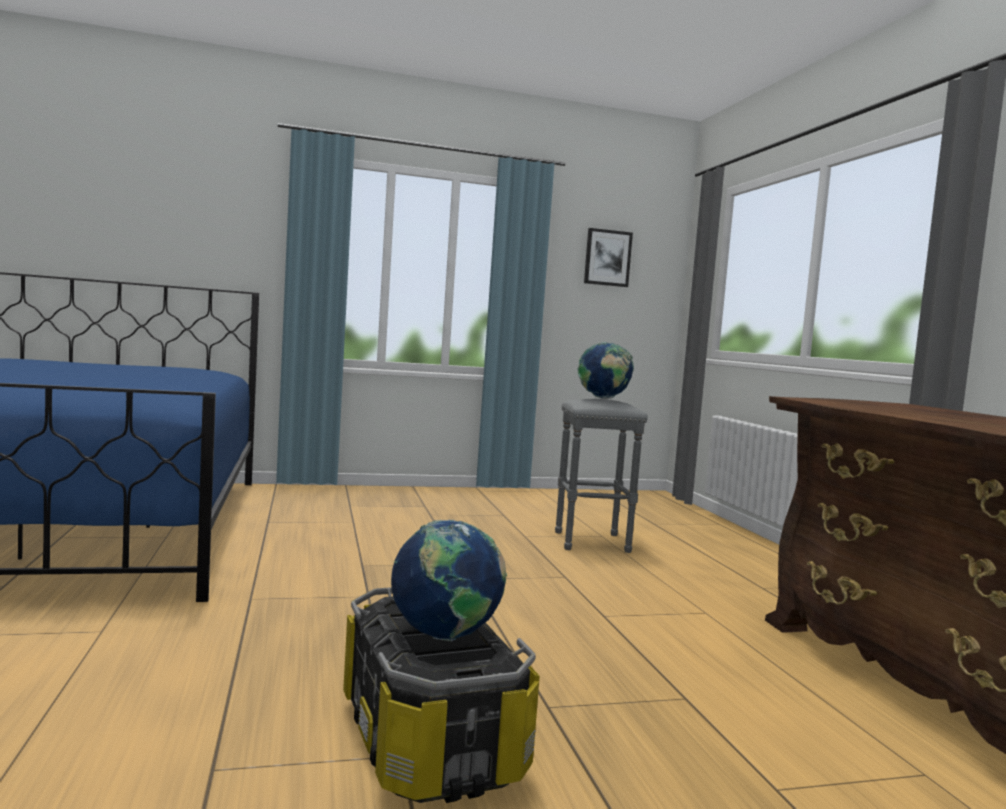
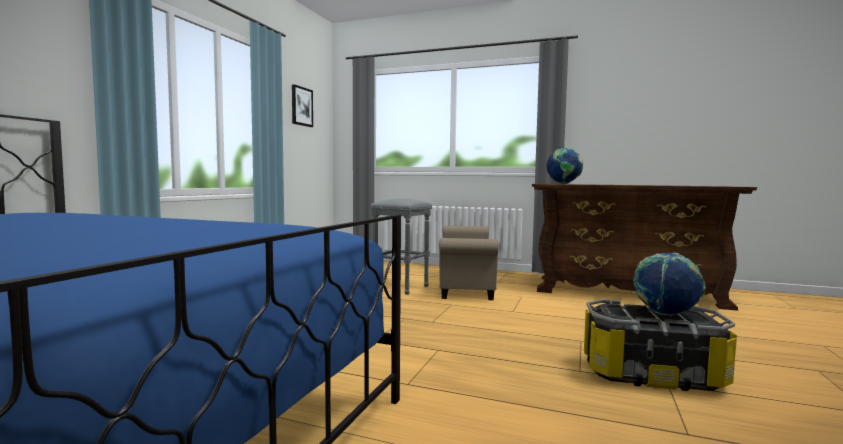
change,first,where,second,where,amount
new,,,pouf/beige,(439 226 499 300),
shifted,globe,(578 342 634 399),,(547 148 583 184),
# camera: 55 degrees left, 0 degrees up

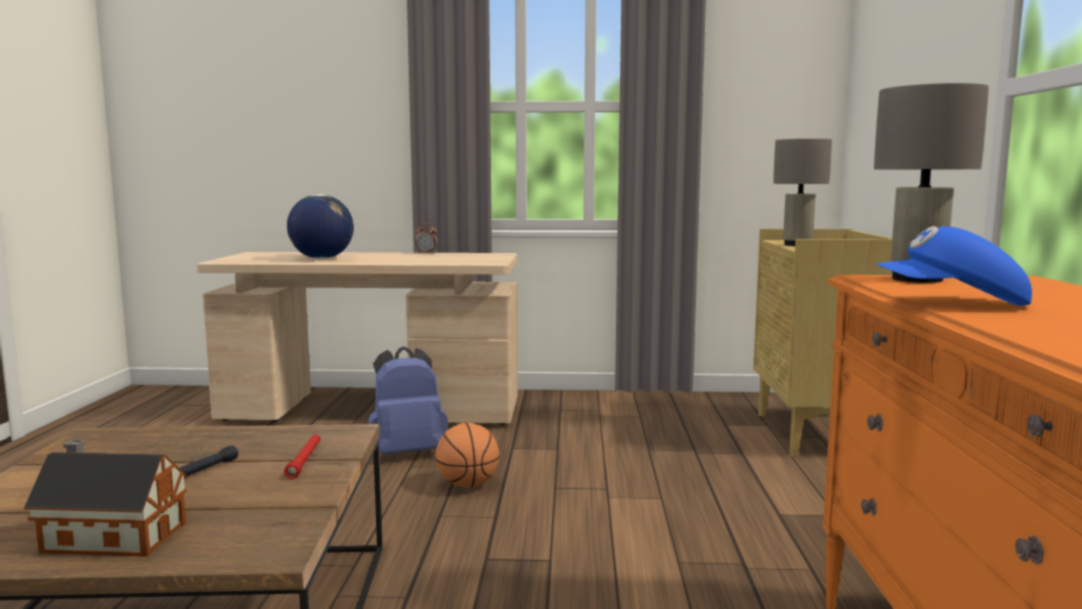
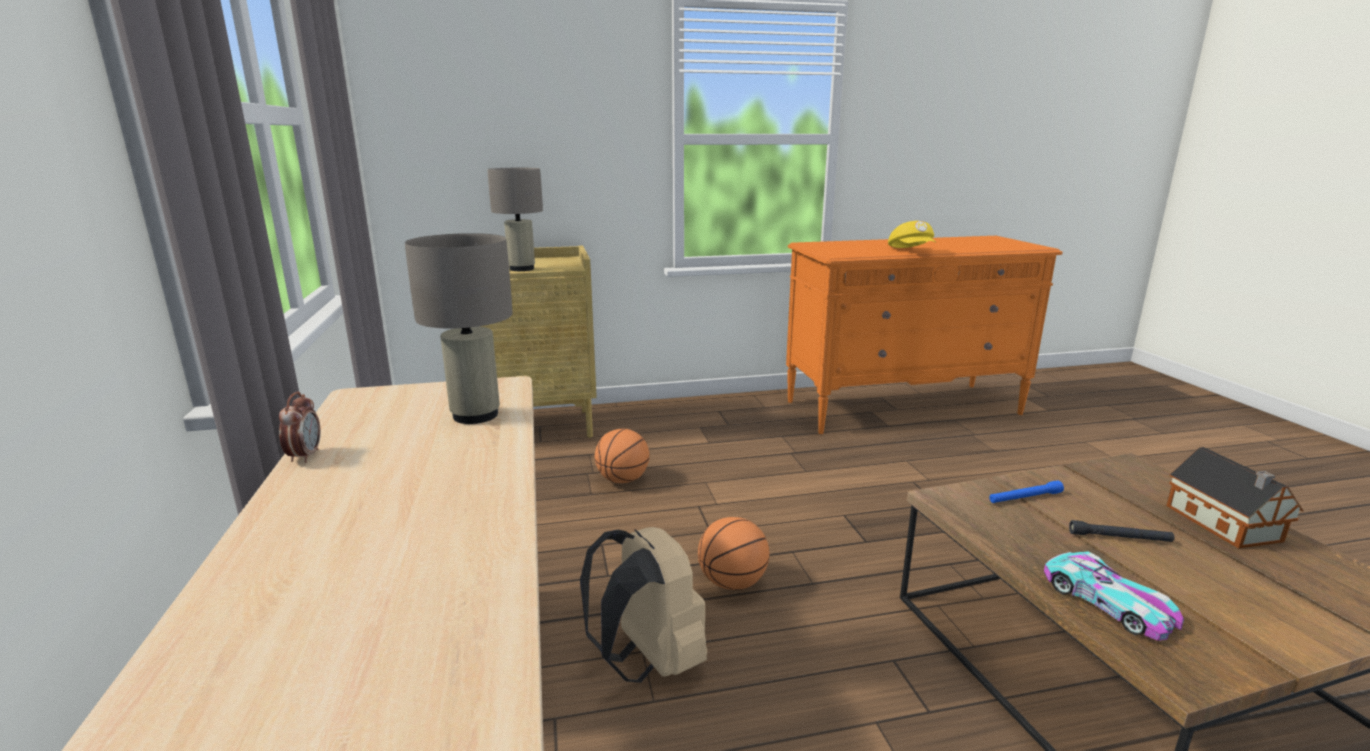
change,first,where,second,where,amount
gone,globe,(287 194 354 259),,,
new,,,ballon de basket,(595 429 650 483),
new,,,petite voiture,(1044 551 1184 641),
shifted,lampe de table/gris,(874 83 989 283),,(405 233 513 424),
repainted,lampe de poche/rouge,(284 434 320 479),lampe de poche/bleu,(989 480 1064 503),
repainted,sac à dos/bleu,(368 346 448 454),sac à dos/beige,(580 527 707 683),
repainted,casquette/bleu,(876 226 1032 306),casquette/jaune,(888 221 936 248),
# camera: 105 degrees left, 10 degrees up

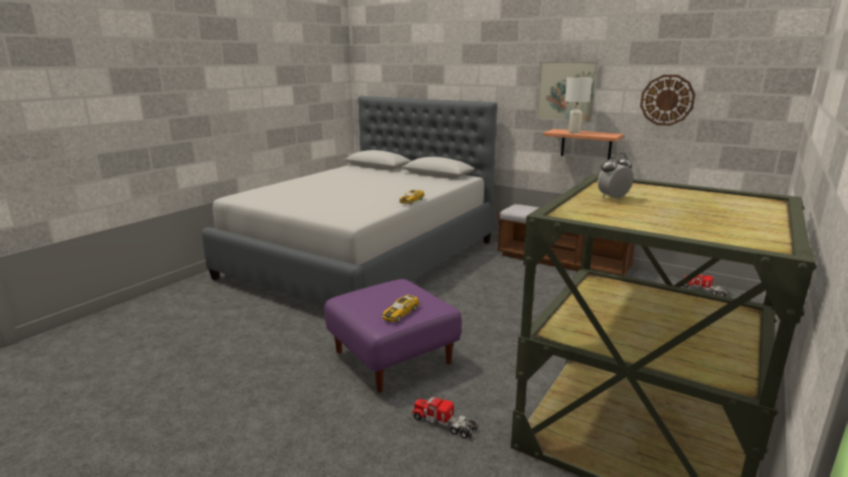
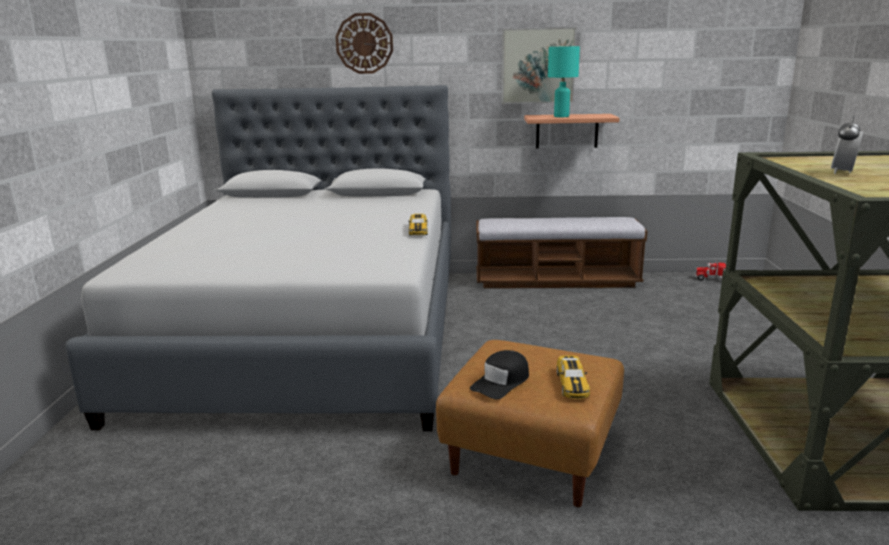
change,first,where,second,where,amount
gone,camion jouet,(411 394 478 440),,,
new,,,casquette/noir,(470 350 529 399),
shifted,horloge murale,(640 75 695 126),,(335 13 393 74),
repainted,pouf/violet,(324 279 462 393),pouf/marron,(436 340 624 507),
repainted,lampe de table/blanc,(565 77 592 133),lampe de table/turquoise,(548 46 580 117),
# camera: 30 degrees left, 0 degrees up

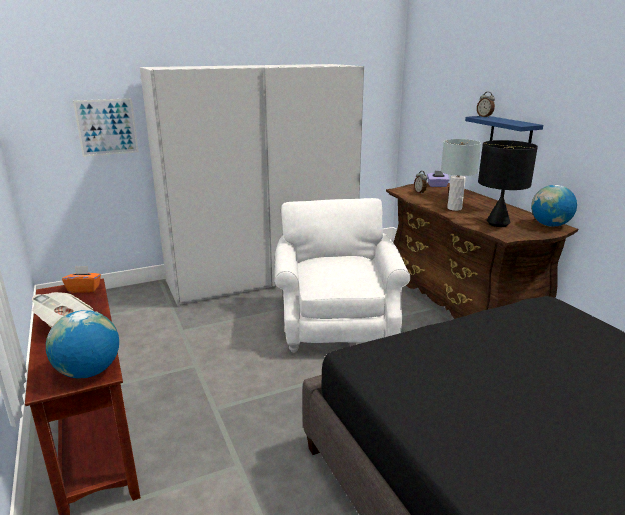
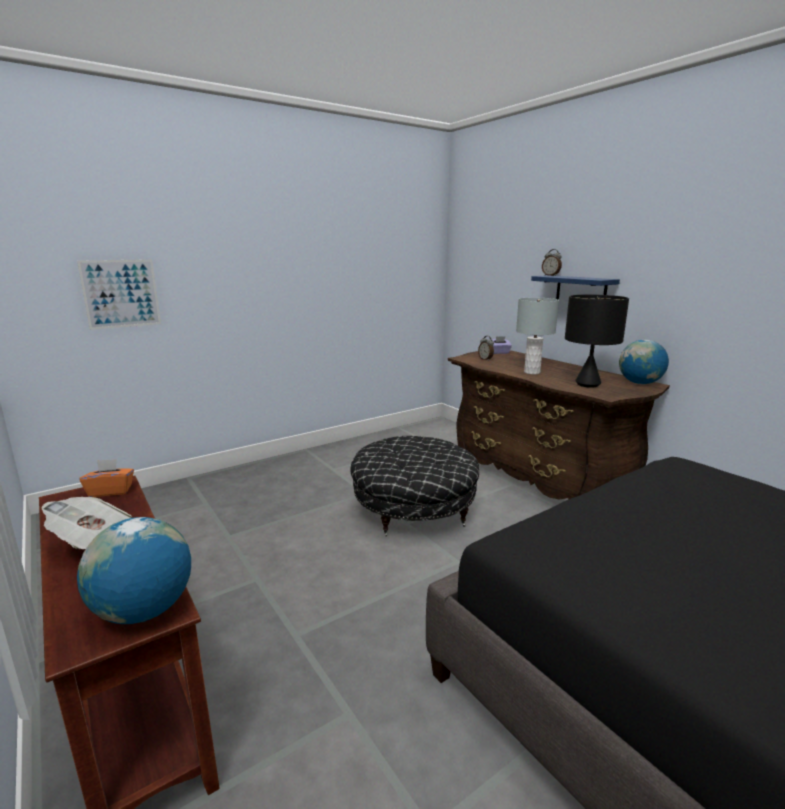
change,first,where,second,where,amount
gone,armoire/blanc,(140 64 364 306),,,
swapped,fauteuil/blanc,(275 198 410 353),pouf/noir,(350 436 479 536),
# camera: 10 degrees left, 5 degrees down

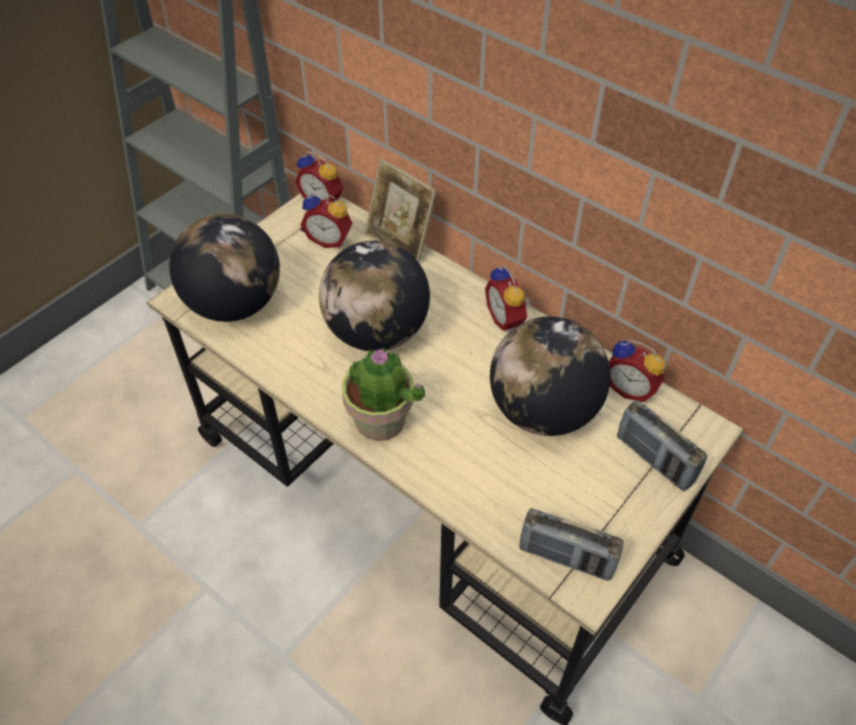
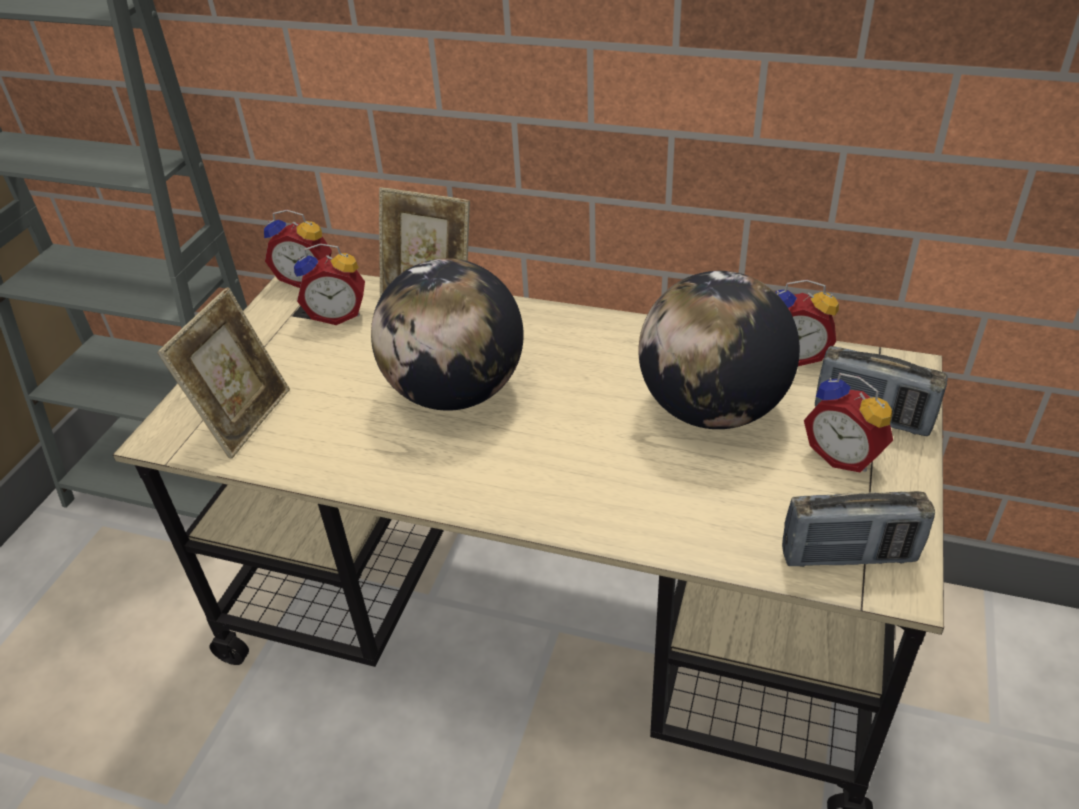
change,first,where,second,where,amount
gone,plante en pot,(342 347 425 441),,,
shifted,réveil,(485 265 531 331),,(804 373 893 472),
swapped,globe,(169 213 280 322),cadre photo,(157 287 290 458),
# camera: 20 degrees left, 10 degrees down

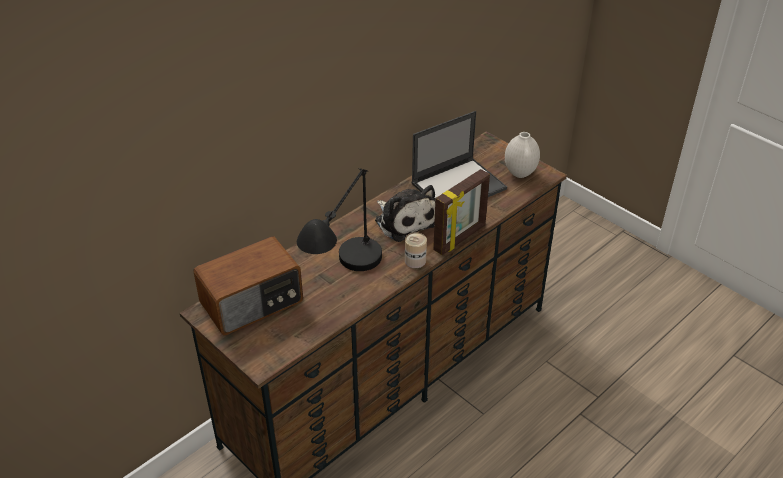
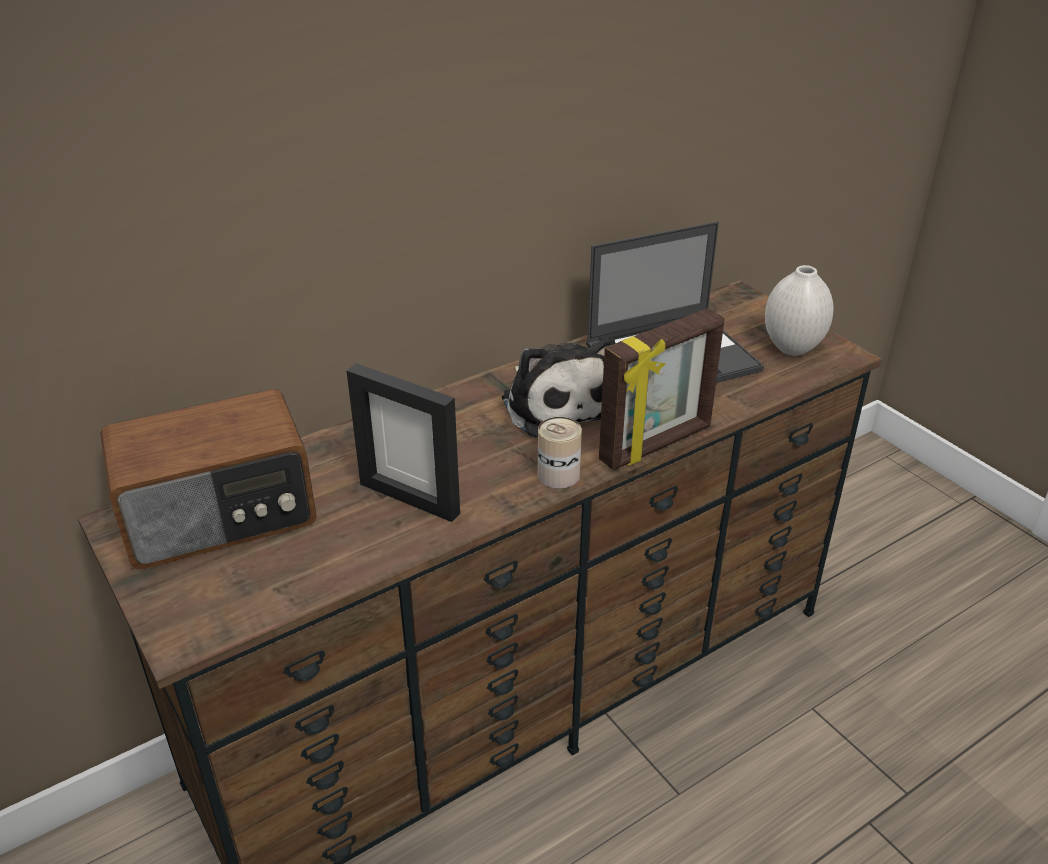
change,first,where,second,where,amount
swapped,lampe de table/noir,(297 168 382 271),cadre photo,(347 363 460 522),
# camera: 10 degrees right, 5 degrees down

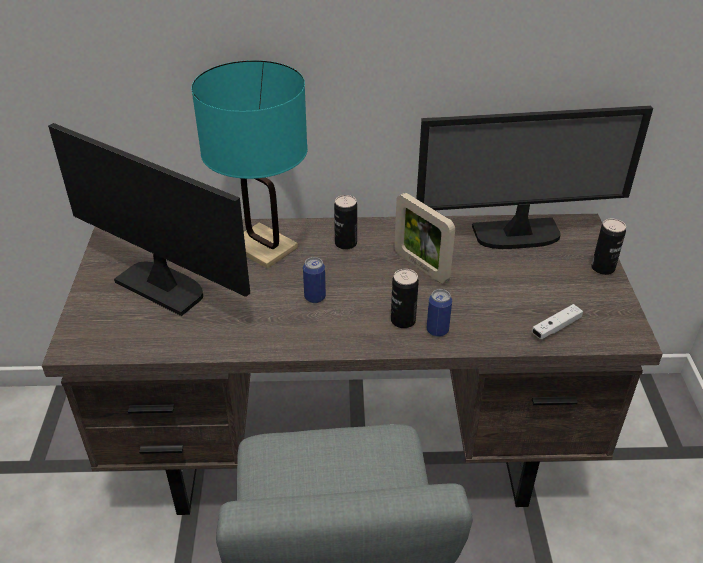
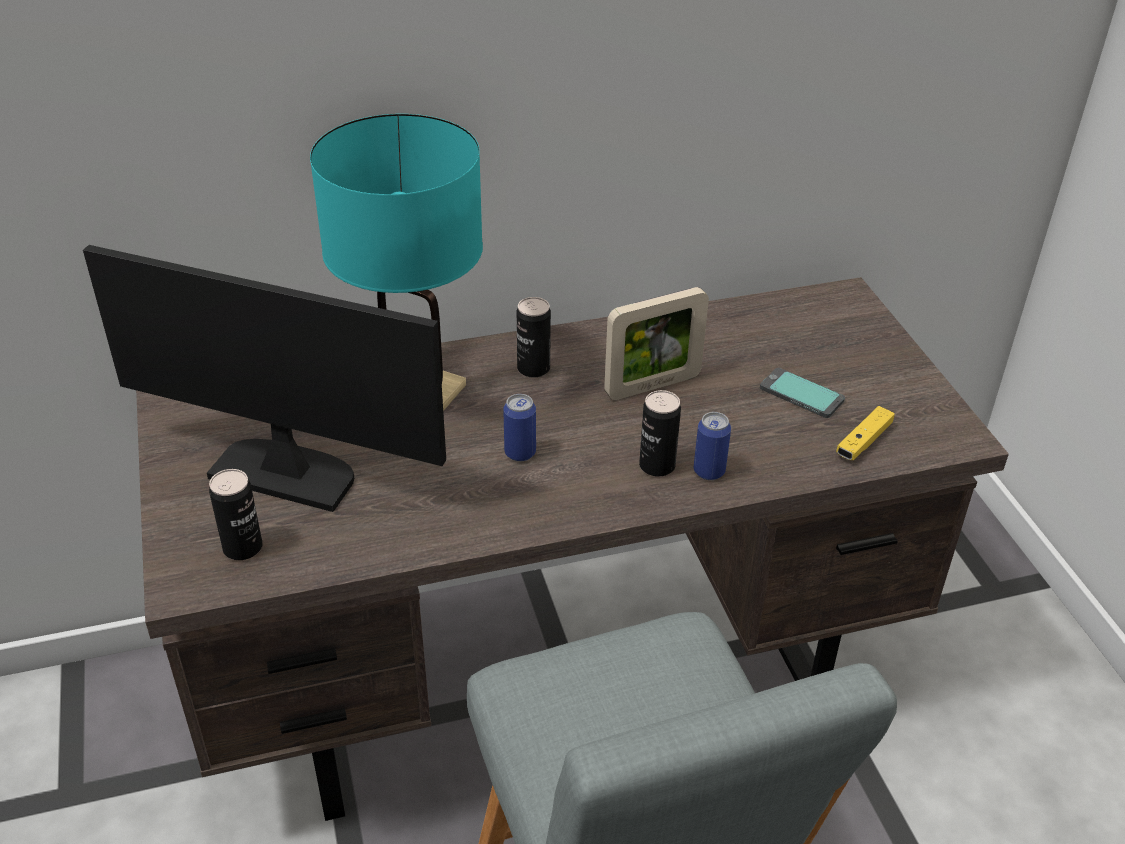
change,first,where,second,where,amount
gone,écran d'ordinateur,(416 105 653 249),,,
new,,,téléphone,(760 368 845 418),
shifted,boîte métallique,(591 219 626 275),,(209 469 263 560),
repainted,manette/blanc,(532 304 583 339),manette/jaune,(836 406 895 460),
rotated,cadre photo,(394 193 455 283),,(604 287 709 400),60 degrees counterclockwise
# camera: 15 degrees left, 0 degrees up

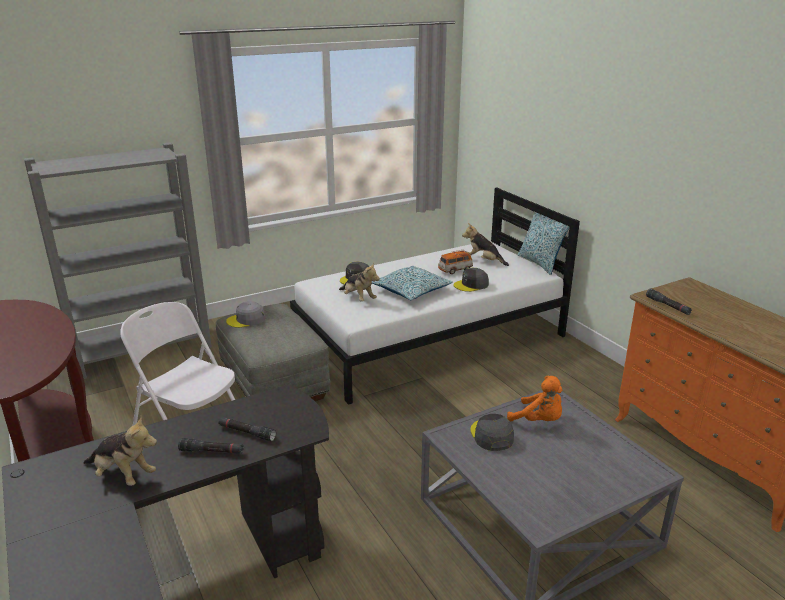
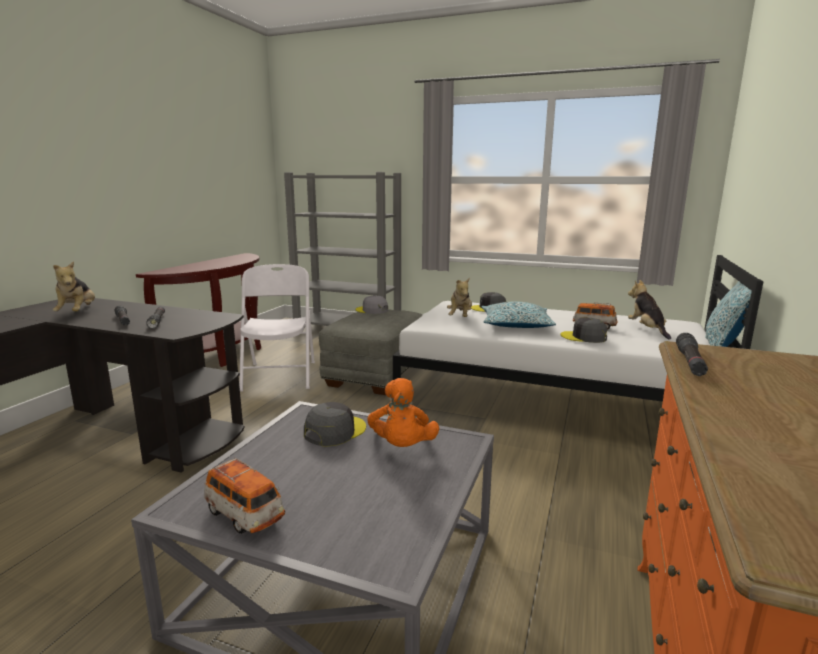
change,first,where,second,where,amount
new,,,petite voiture,(204 458 285 534),
# camera: 50 degrees right, 10 degrees down

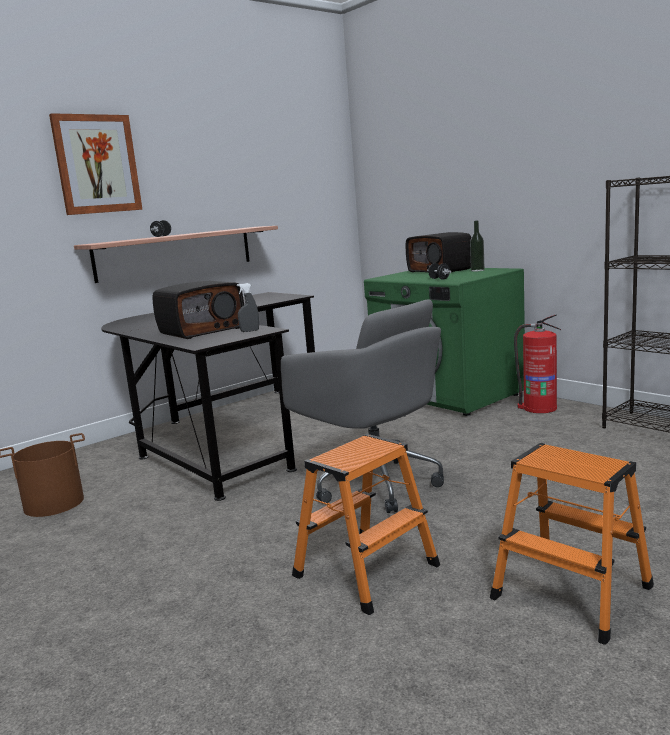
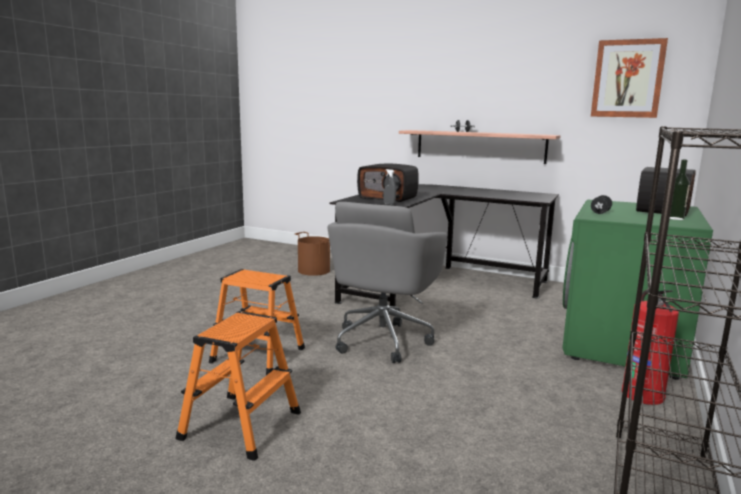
change,first,where,second,where,amount
shifted,tableau,(49 113 143 215),,(591 38 668 118),
# camera: 65 degrees right, 0 degrees up

